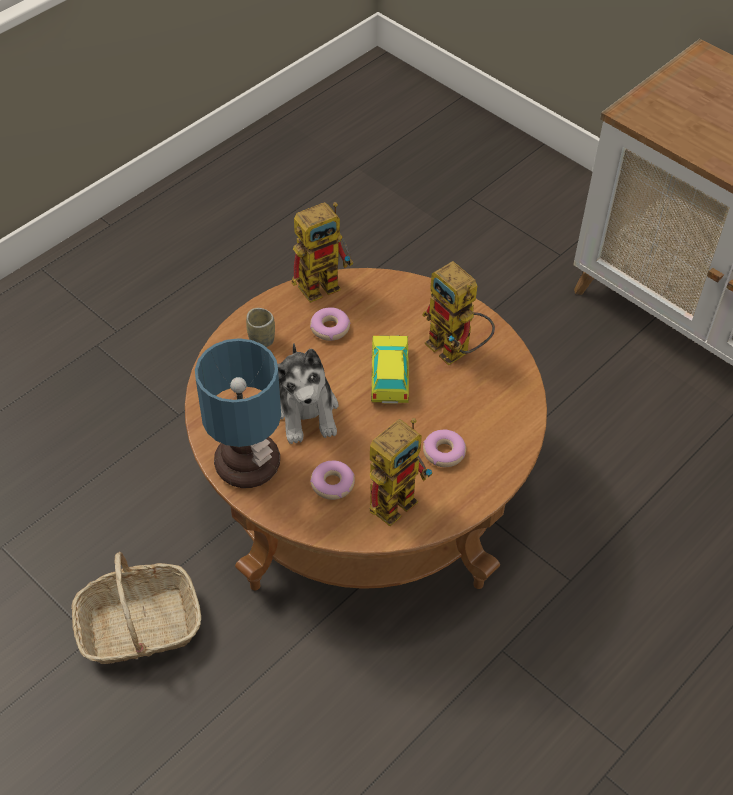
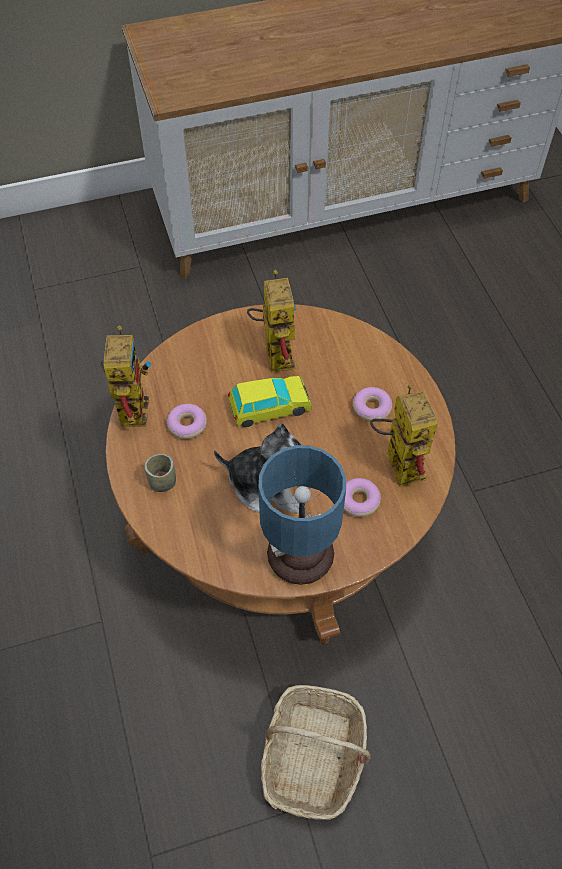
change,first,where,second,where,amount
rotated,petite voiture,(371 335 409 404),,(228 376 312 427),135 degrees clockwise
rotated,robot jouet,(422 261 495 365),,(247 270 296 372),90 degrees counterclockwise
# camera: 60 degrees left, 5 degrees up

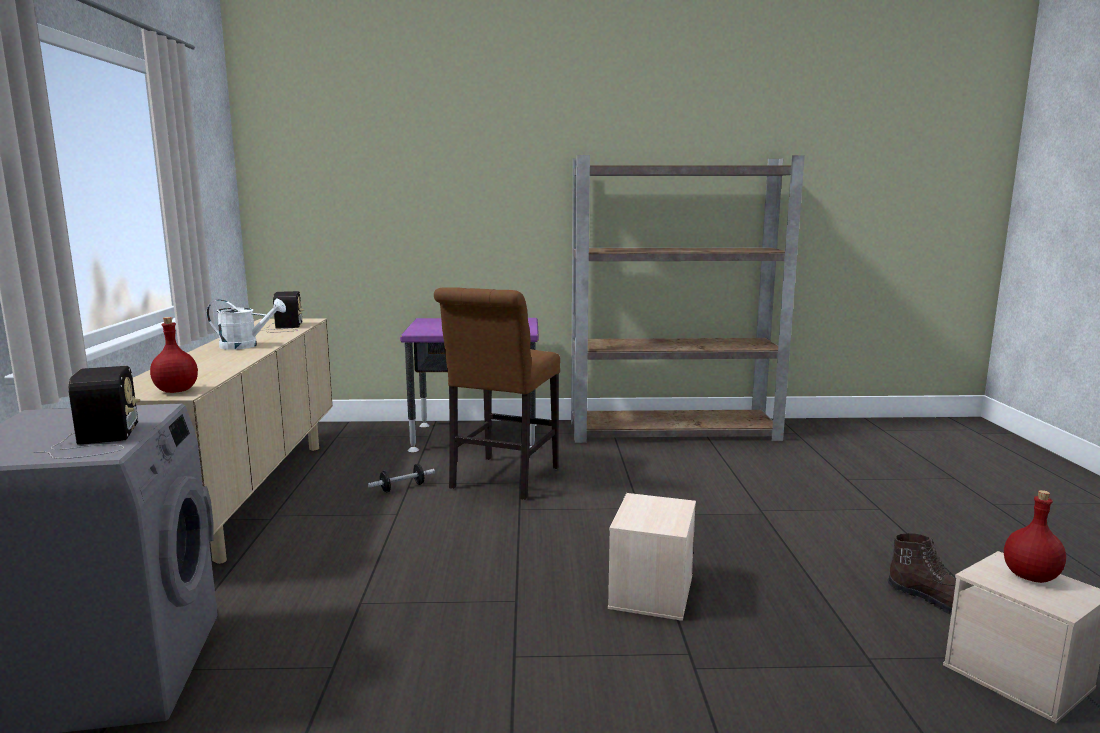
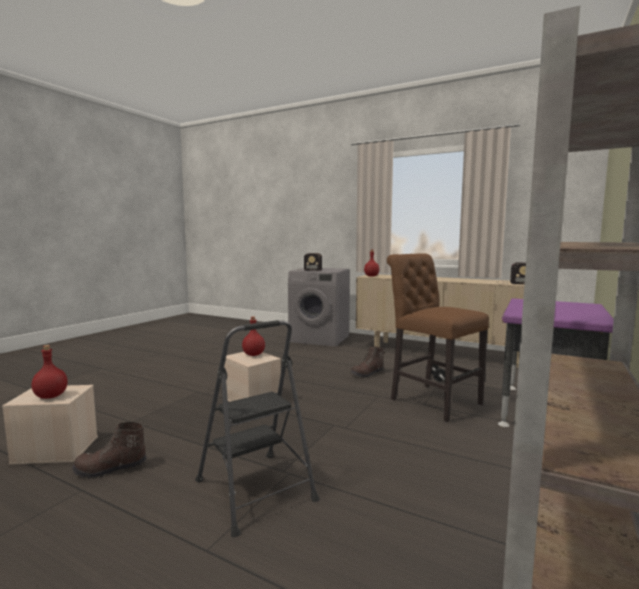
change,first,where,second,where,amount
gone,arrosoir/blanc,(207 299 286 350),,,
new,,,escabeau/noir,(195 320 320 537),
new,,,bouteille/rouge,(242 316 265 356),
new,,,botte/marron,(350 346 385 378),
# camera: 120 degrees right, 5 degrees down

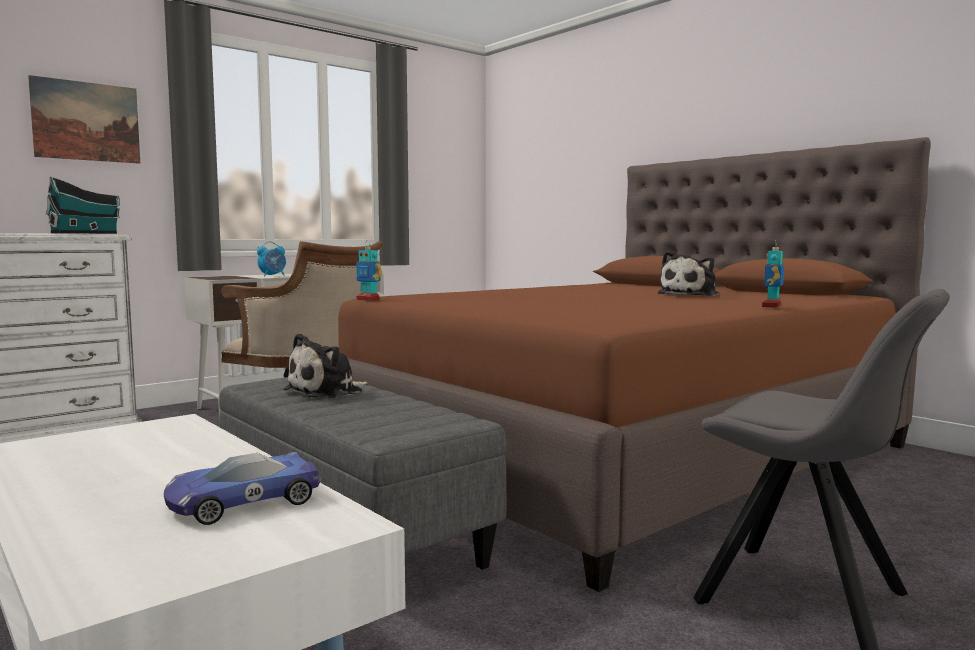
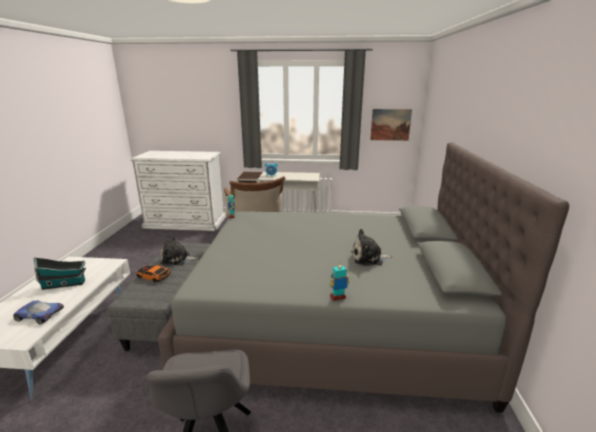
change,first,where,second,where,amount
new,,,petite voiture,(136 265 171 283),
shifted,tableau,(28 75 140 164),,(370 109 412 141),
shifted,maison miniature,(46 176 120 234),,(34 257 86 290),
repainted,lit/marron,(338 137 931 592),lit/gris,(158 142 569 413),
# camera: 45 degrees right, 15 degrees up

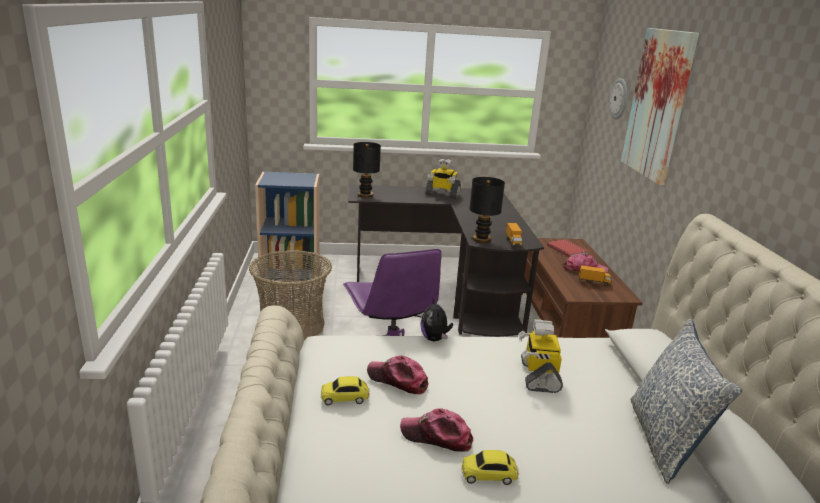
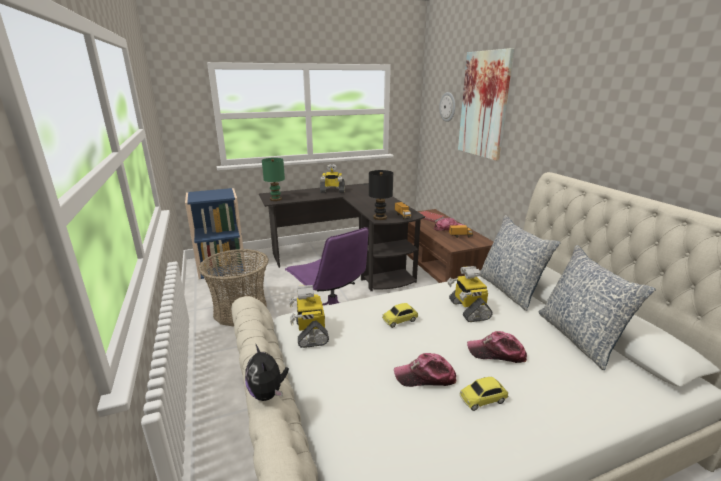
change,first,where,second,where,amount
new,,,robot jouet,(289 285 329 348),
new,,,coussin,(480 215 560 311),
shifted,petite voiture,(321 376 370 406),,(382 303 418 328),
shifted,casquette,(367 355 428 395),,(467 331 527 363),
shifted,peluche,(421 297 453 341),,(245 345 289 401),
repainted,lampe de table/noir,(353 142 381 198),lampe de table/vert,(262 158 285 201),
# camera: 15 degrees left, 0 degrees up

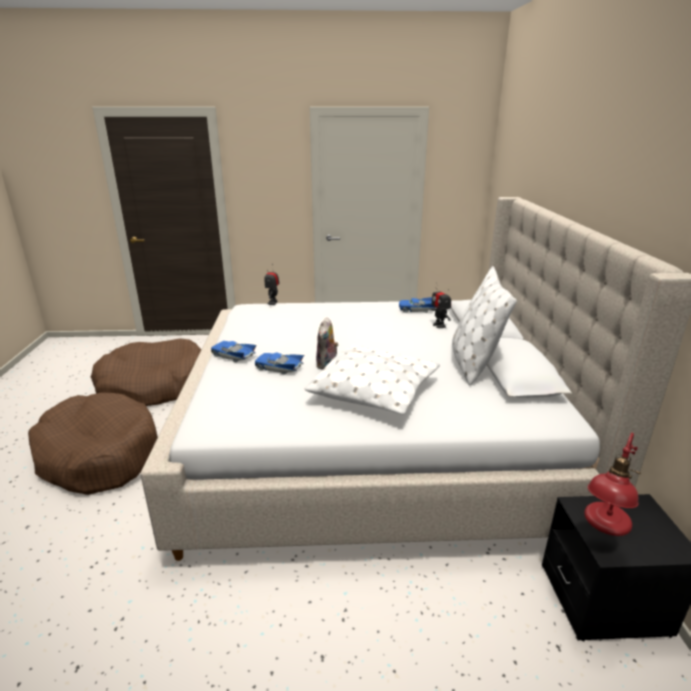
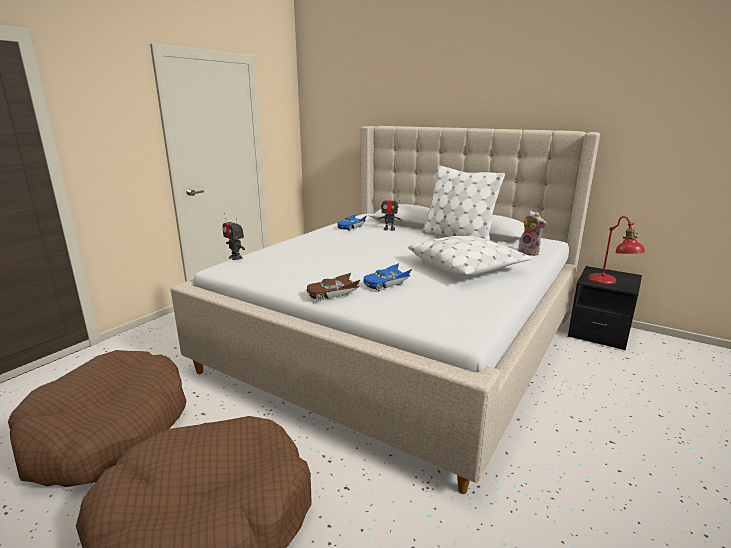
change,first,where,second,where,amount
shifted,peluche,(316 317 339 370),,(518 211 547 256),
repainted,petite voiture/bleu,(211 341 257 362),petite voiture/marron,(307 273 360 301),
# camera: 55 degrees left, 5 degrees down

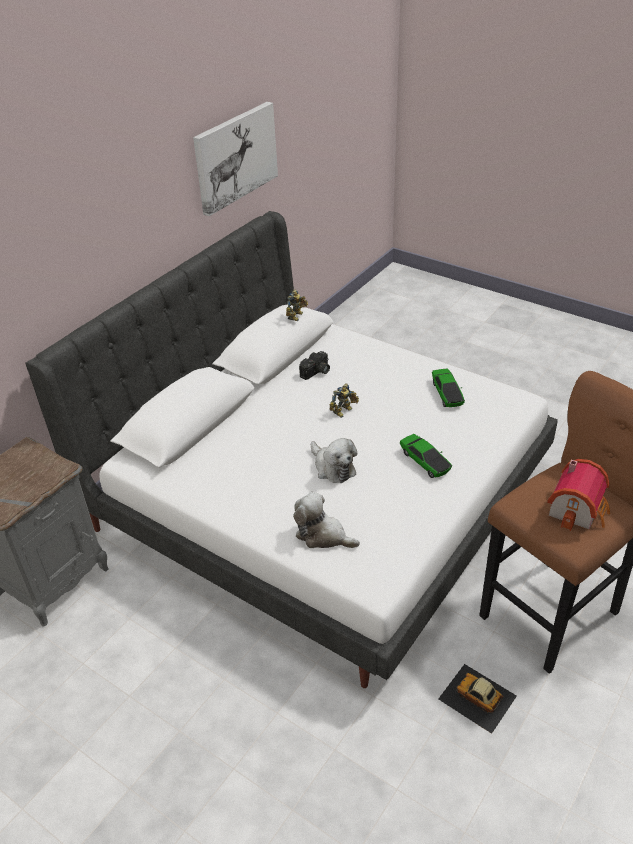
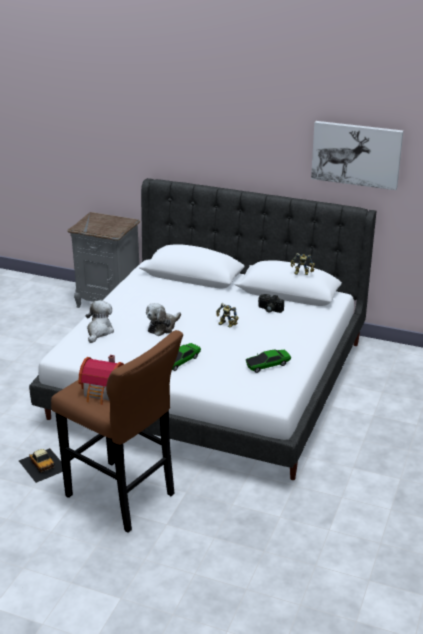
change,first,where,second,where,amount
rotated,petite voiture,(439 664 517 734),,(19 448 63 483),120 degrees clockwise
# camera: 75 degrees right, 10 degrees down

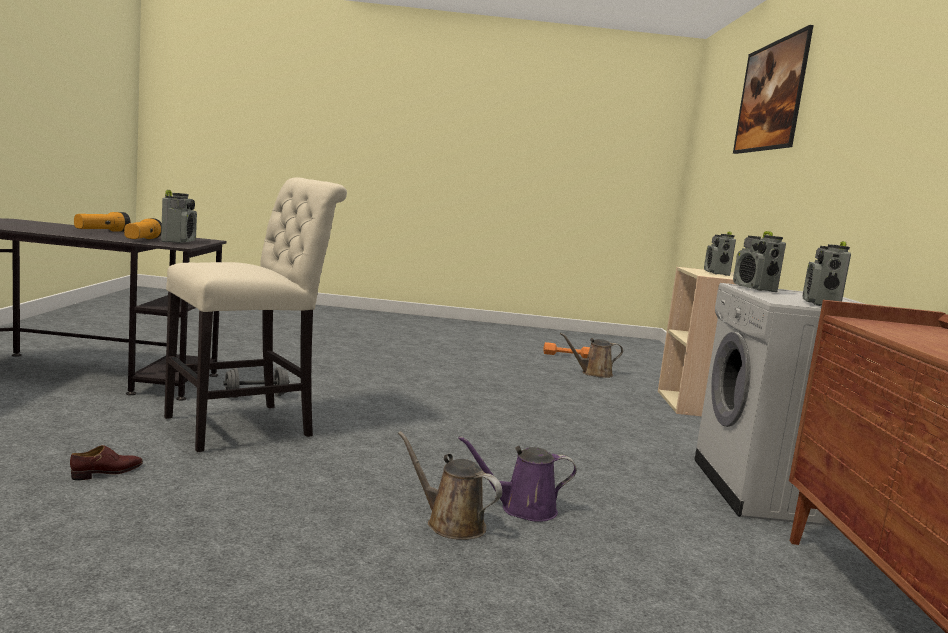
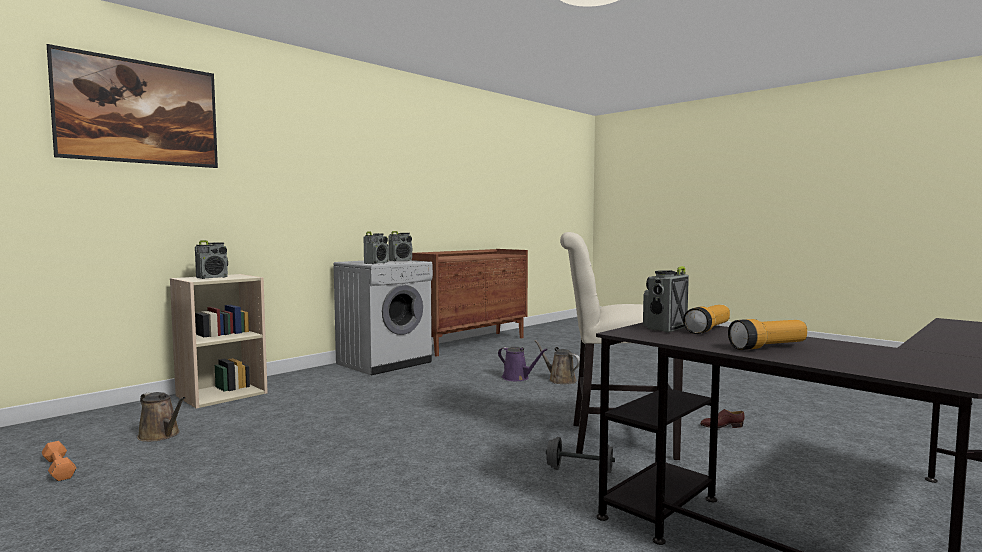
change,first,where,second,where,amount
rotated,arrosoir/marron,(398 431 502 540),,(534 340 580 384),150 degrees clockwise
# camera: 135 degrees left, 5 degrees down

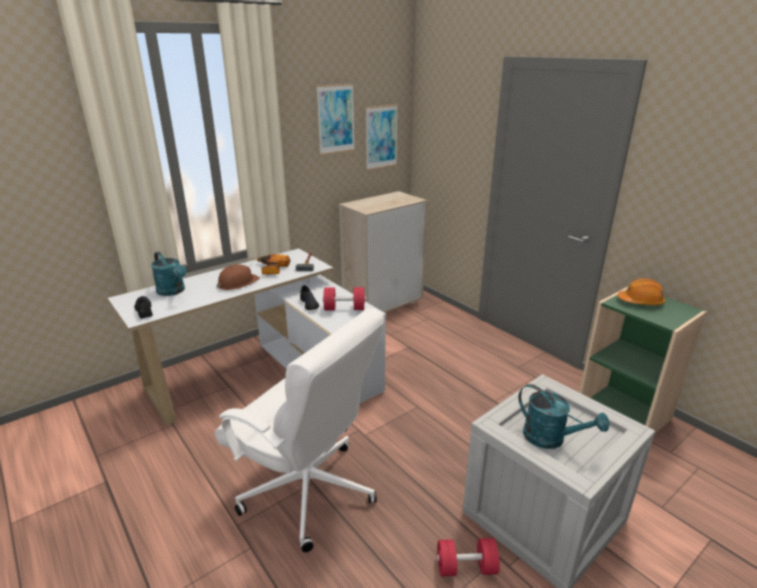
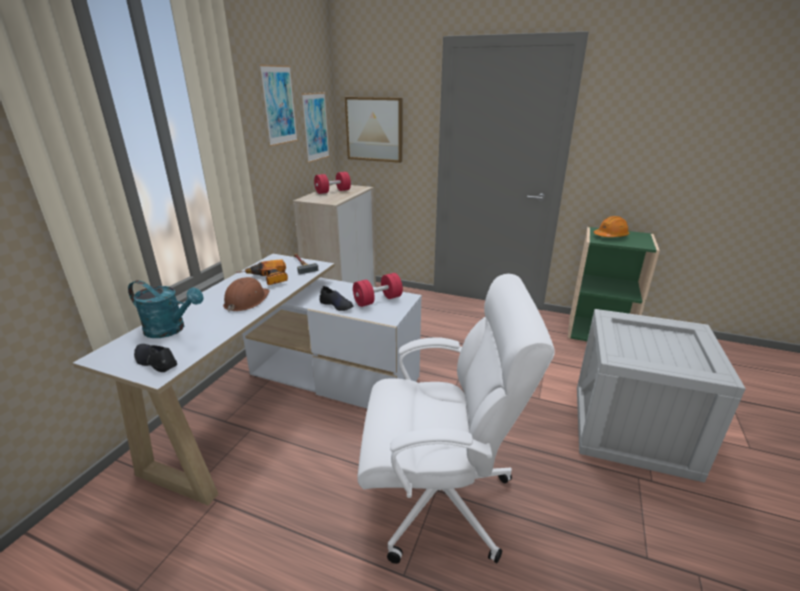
change,first,where,second,where,amount
gone,arrosoir/turquoise,(518 384 609 449),,,
new,,,tableau,(345 97 402 163),
shifted,haltère/rouge,(437 538 500 576),,(314 172 351 194),
# camera: 30 degrees left, 0 degrees up

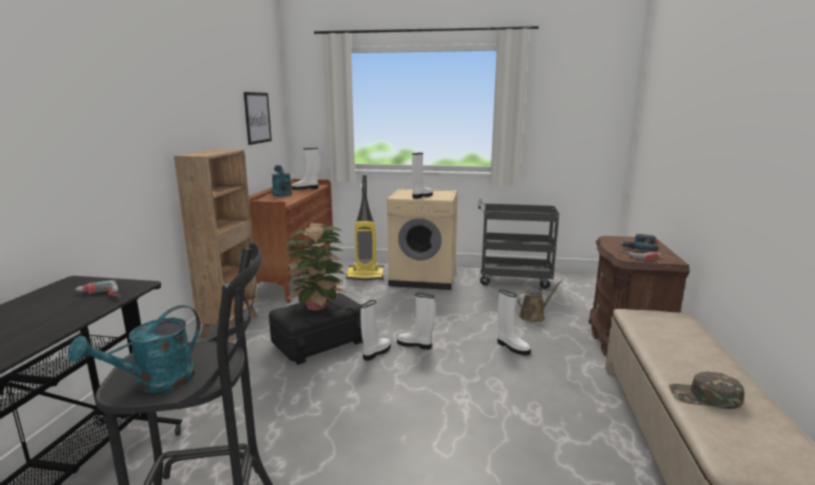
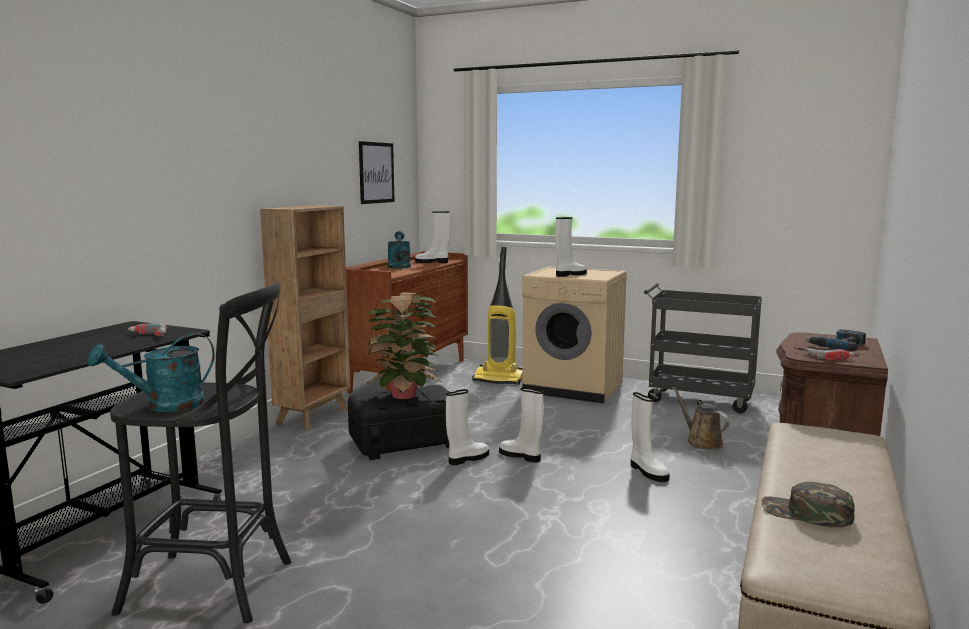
change,first,where,second,where,amount
rotated,arrosoir/marron,(517 281 562 322),,(672 387 729 450),105 degrees counterclockwise
# camera: 15 degrees right, 5 degrees down

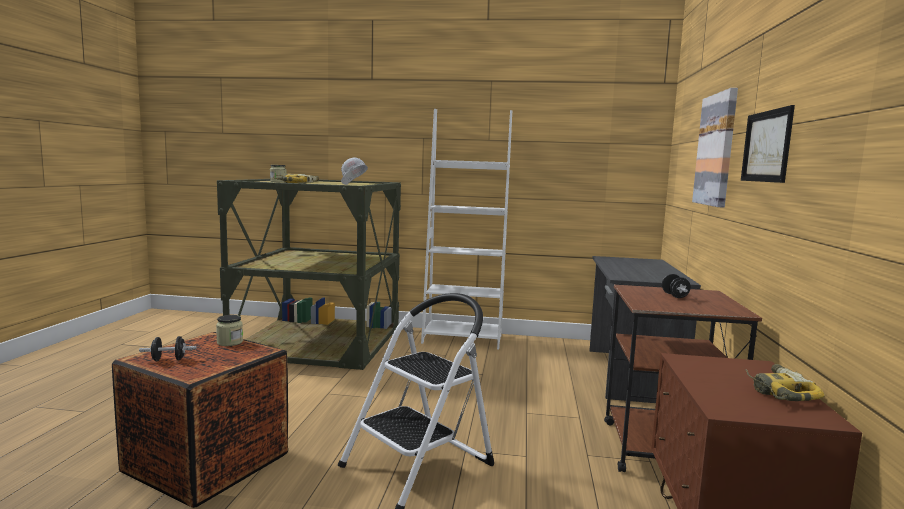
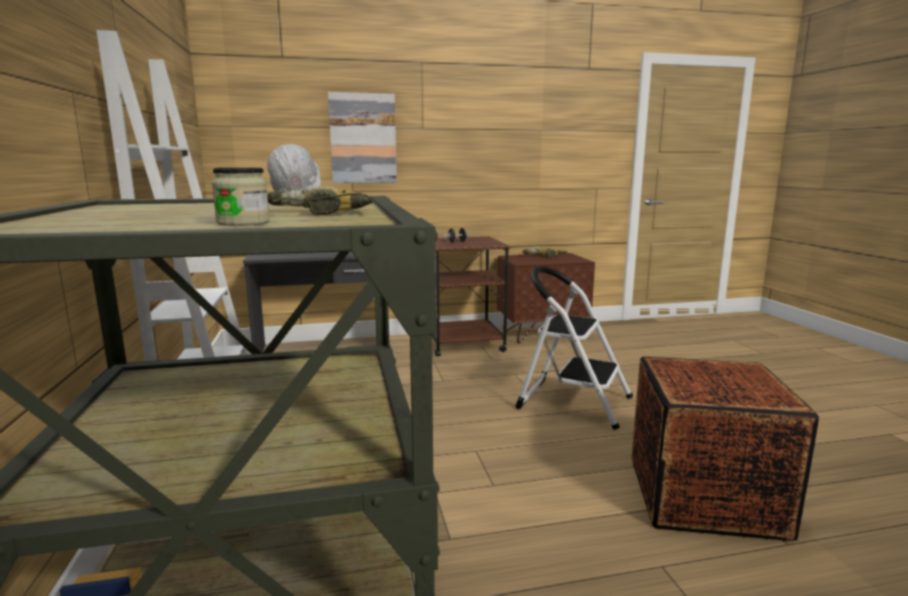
change,first,where,second,where,amount
gone,haltère/noir,(139 336 197 361),,,
gone,bocal,(216 315 243 346),,,
gone,tableau,(741 105 795 183),,,
# camera: 110 degrees left, 5 degrees up

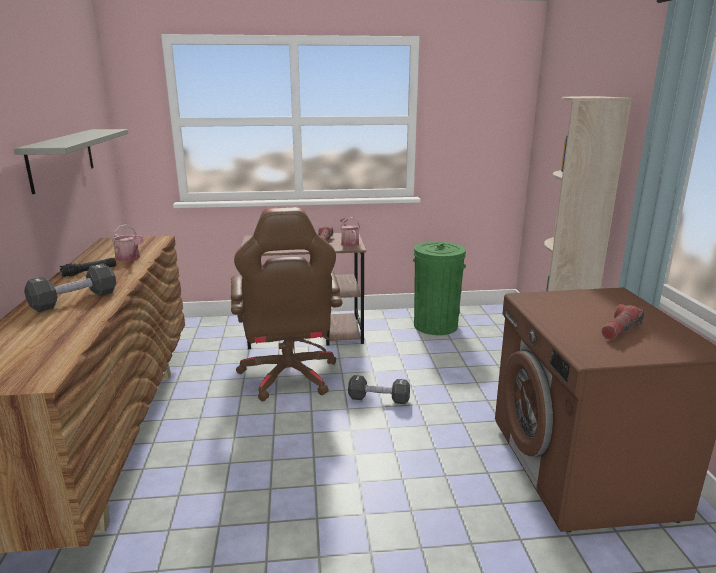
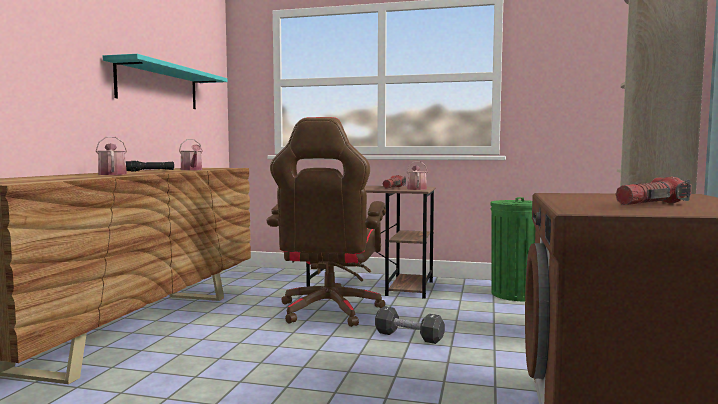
change,first,where,second,where,amount
swapped,haltère/noir,(24 263 116 312),arrosoir,(96 136 127 175),
repainted,étagère/gris,(14 129 128 194),étagère/turquoise,(103 54 227 109),
# camera: 20 degrees right, 15 degrees down

